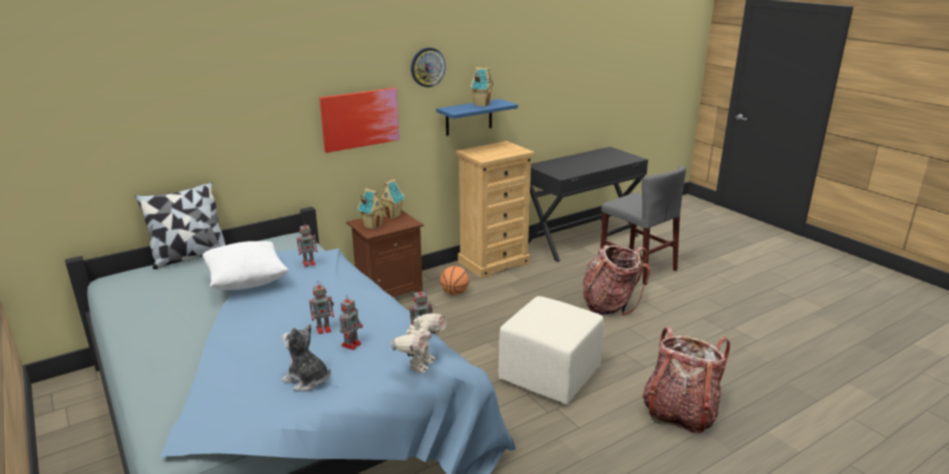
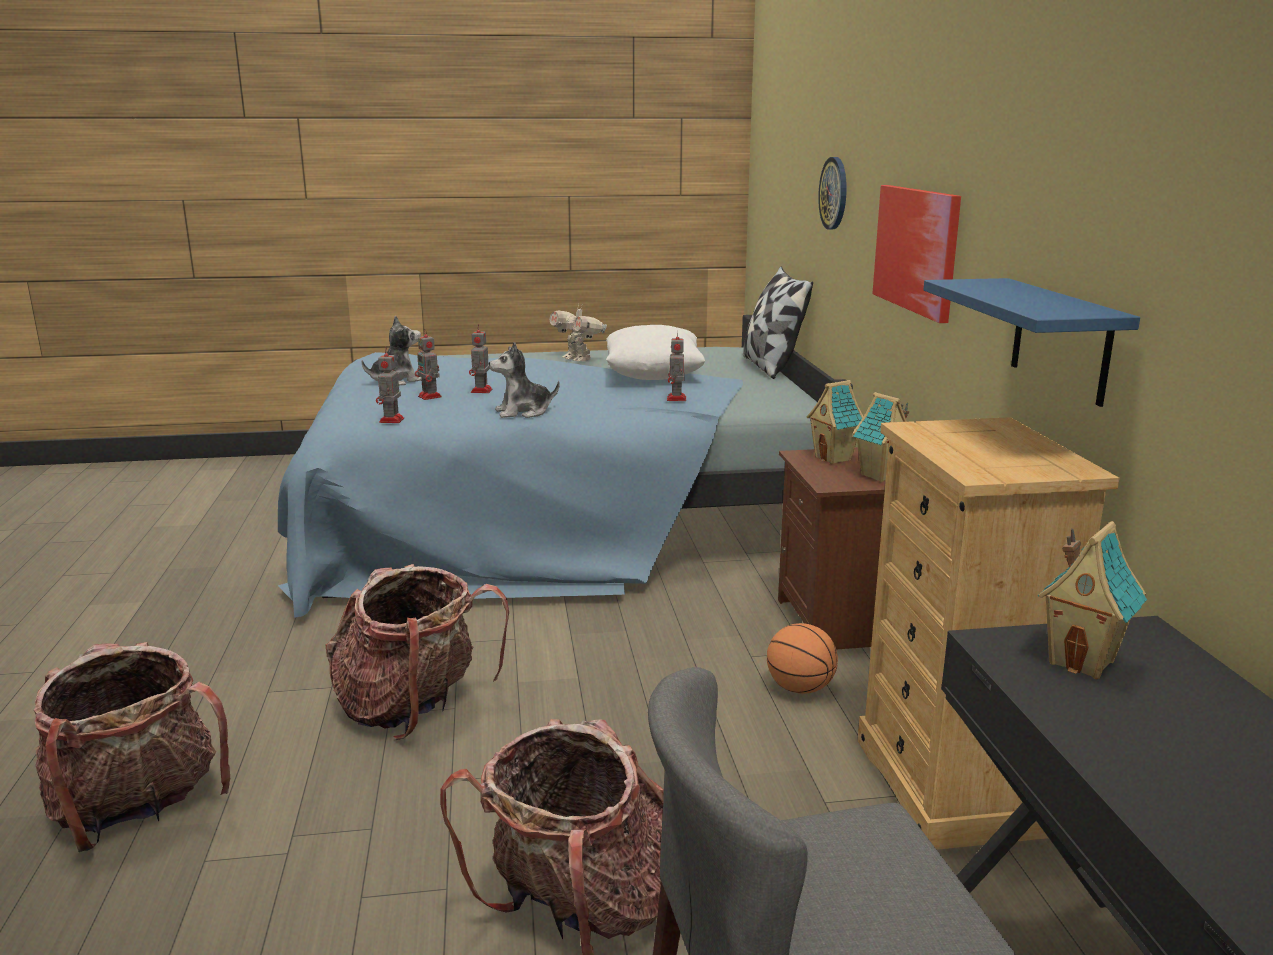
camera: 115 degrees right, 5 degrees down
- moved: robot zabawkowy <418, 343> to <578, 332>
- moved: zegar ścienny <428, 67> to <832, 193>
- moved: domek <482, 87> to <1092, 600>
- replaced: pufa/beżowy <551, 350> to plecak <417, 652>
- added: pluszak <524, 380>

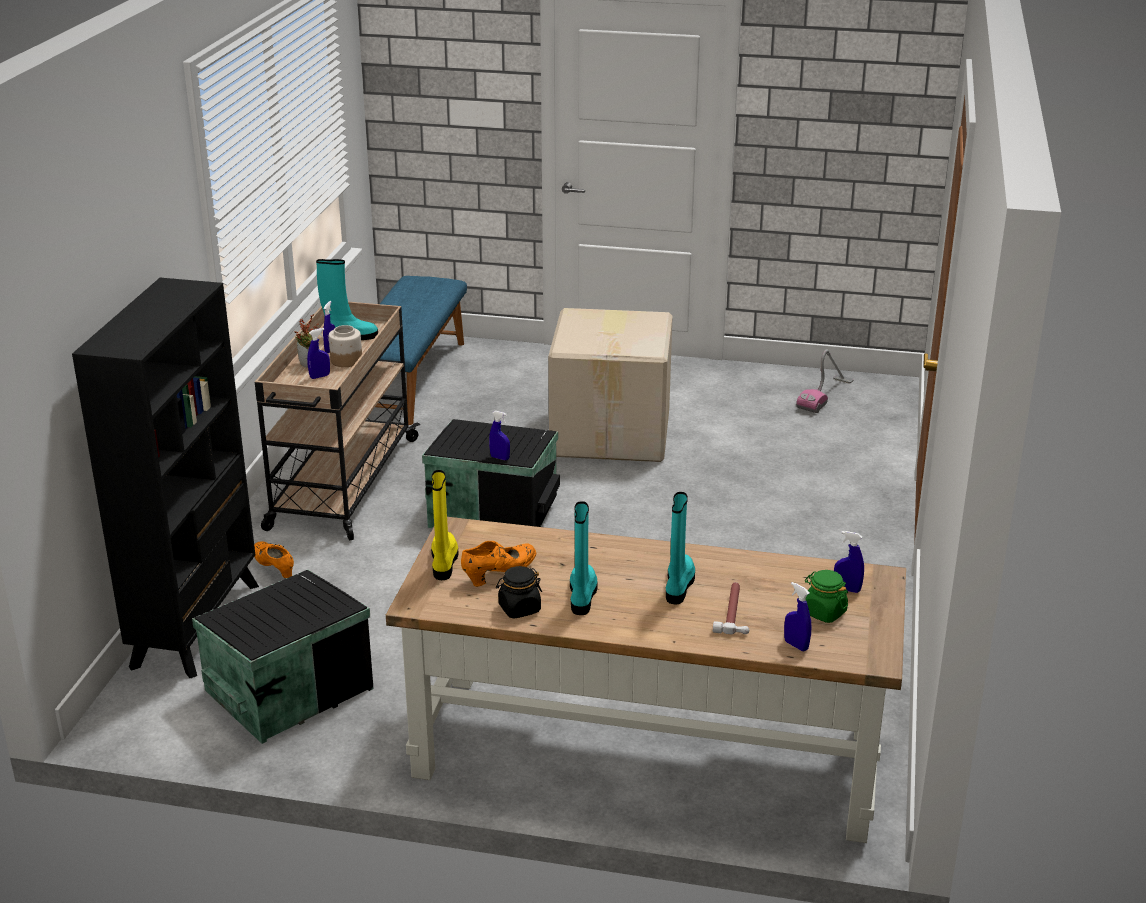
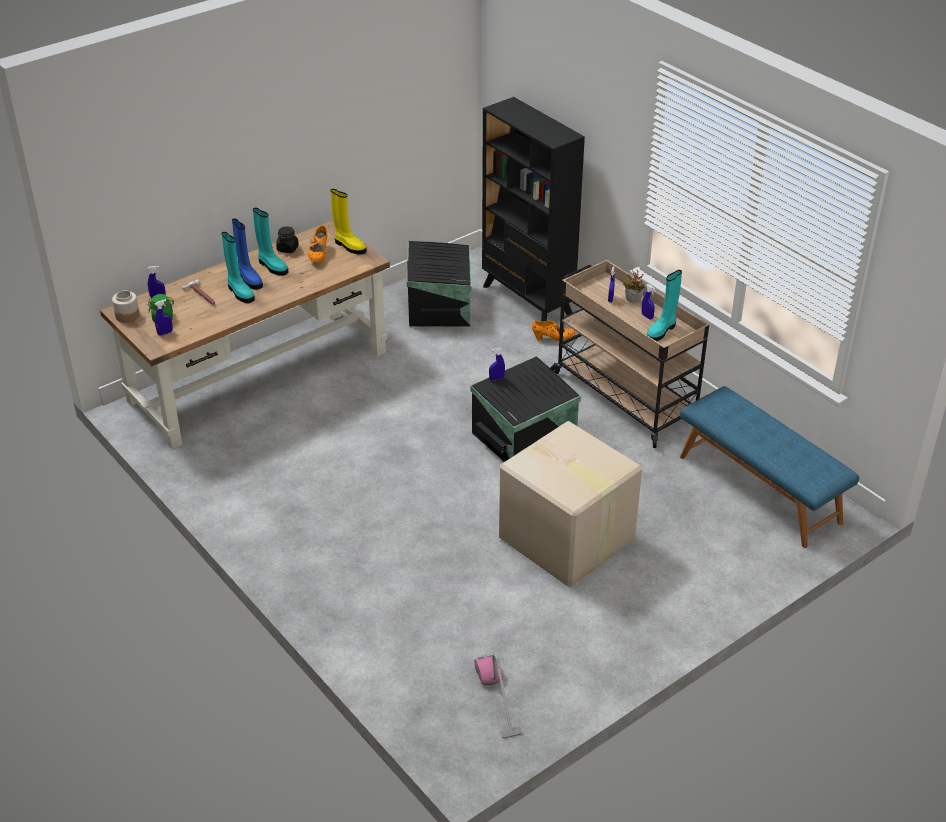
camera: 130 degrees right, 10 degrees up
- moved: słoik <345, 346> to <126, 306>
- added: but z cholewką/niebieski <247, 254>

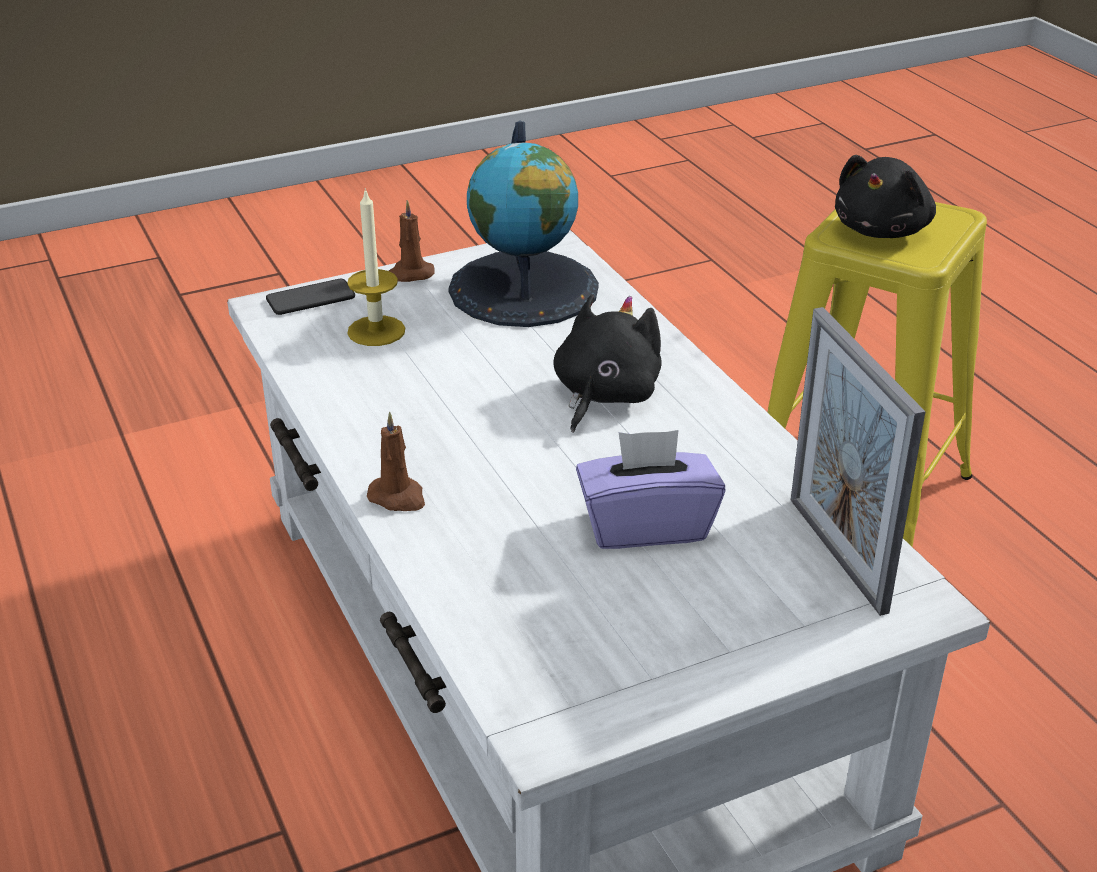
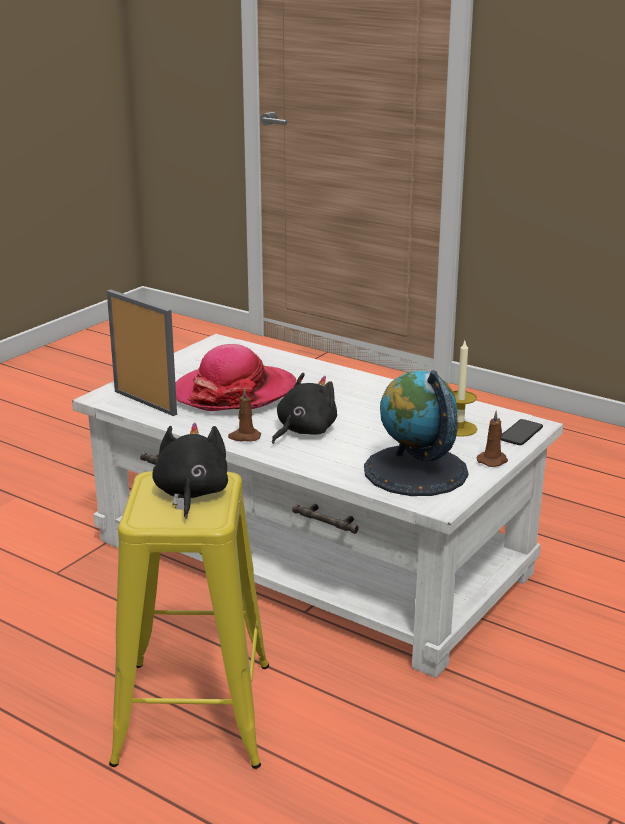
camera: 150 degrees right, 10 degrees down
- moved: świeca/brązowy <396, 461> to <244, 415>
- turned: pluszak/czarny <607, 363> = <304, 408> 135 degrees counterclockwise
- replaced: pudełko chusteczek/fioletowy <651, 489> to kapelusz <235, 377>

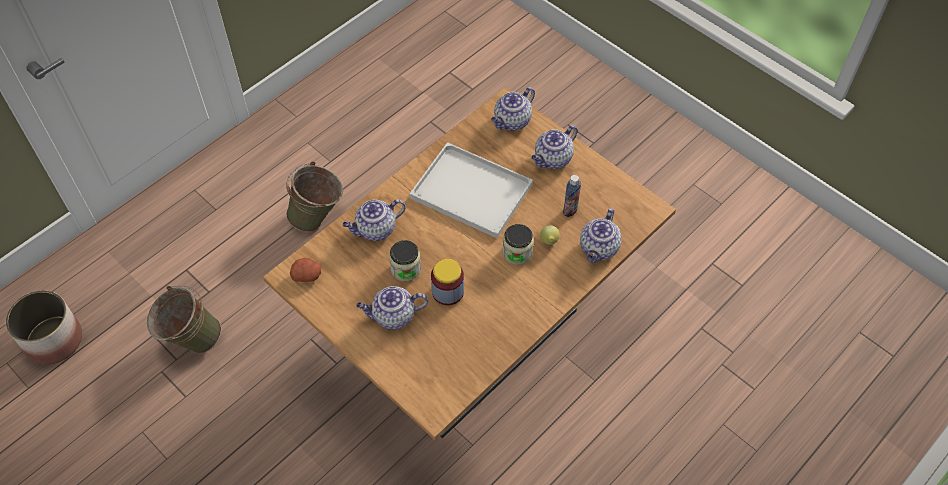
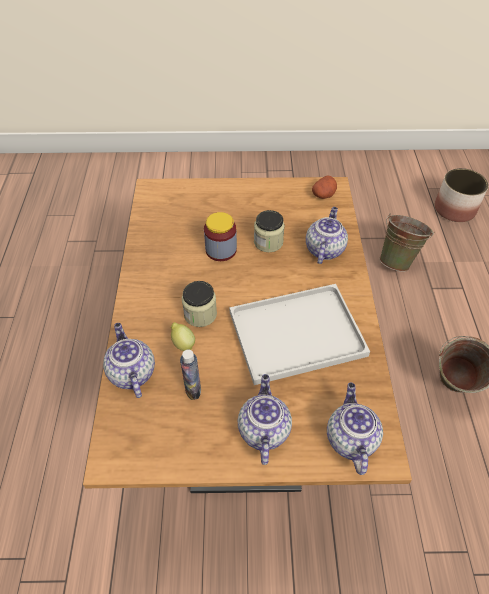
camera: 135 degrees right, 5 degrees down
- removed: imbryk <392, 308>

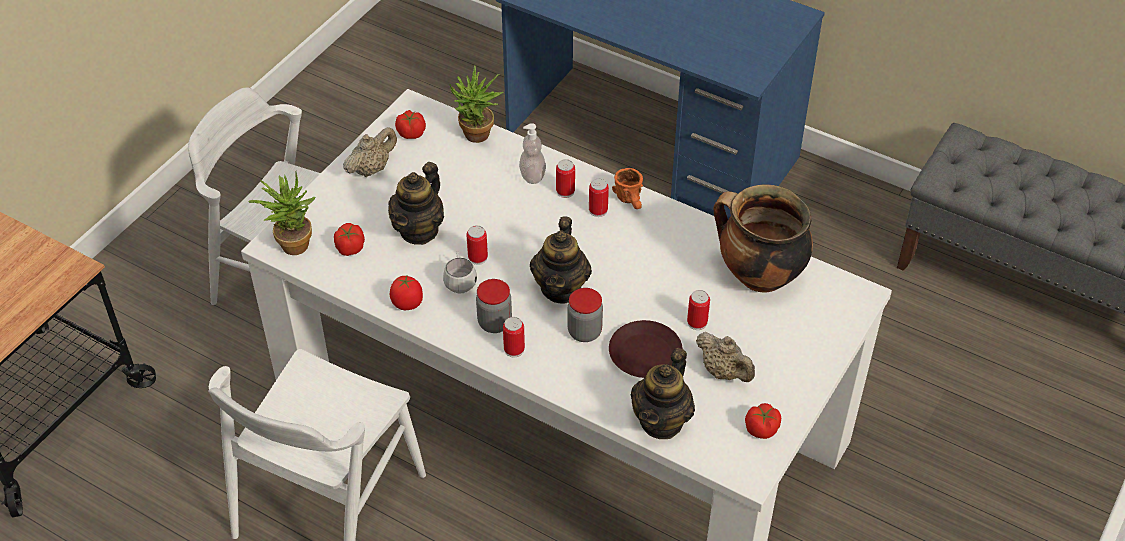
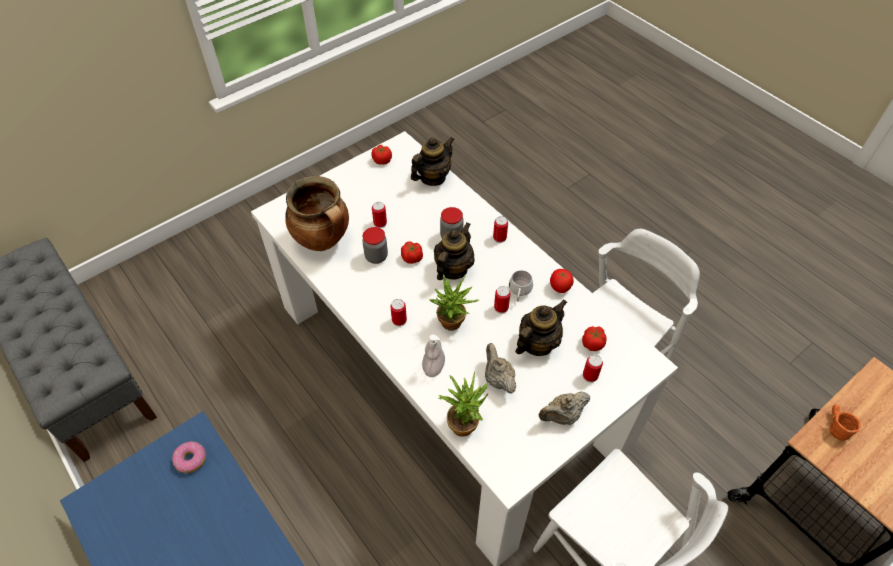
camera: 160 degrees left, 5 degrees up
- moved: roślina doniczkowa <281, 213> to <454, 302>
- moved: pomidor <410, 124> to <412, 252>
- moved: słoik <494, 306> to <375, 245>
- moved: puszka <565, 178> to <593, 369>
- removed: talerz/brązowy <646, 349>
- moved: kubek/pomarańczowy <627, 188> to <845, 422>
- moved: imbryk/beżowy <725, 357> to <500, 368>
- added: donut <189, 457>

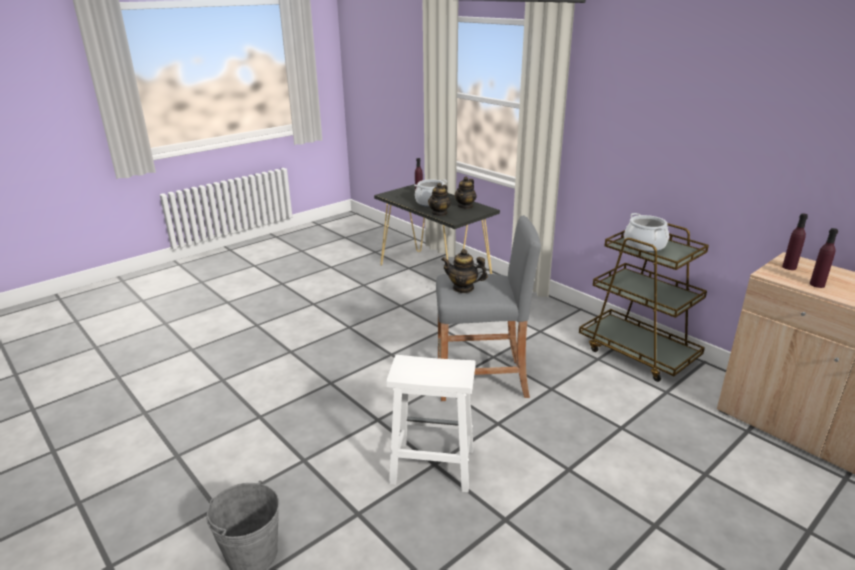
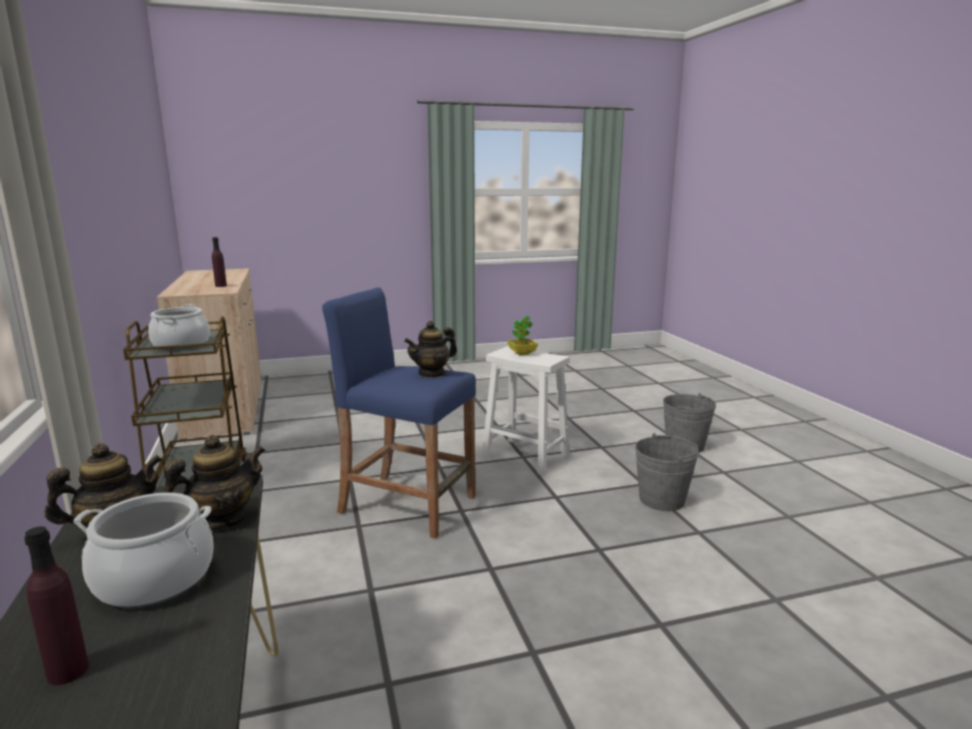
camera: 155 degrees left, 10 degrees down
- recoloured: stołek/szary <488, 308> to stołek/niebieski <399, 413>
- turned: imbryk <464, 271> = <430, 349> 105 degrees clockwise
- removed: butelka/fioletowy <795, 241>
- added: roślina doniczkowa <522, 335>
- added: wiadro/szary <667, 472>

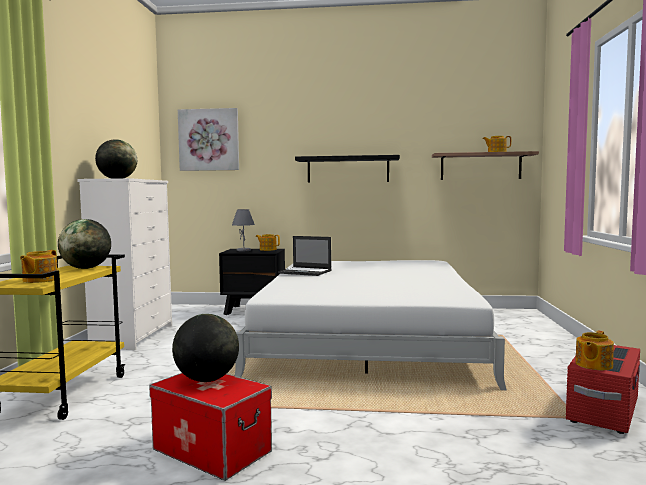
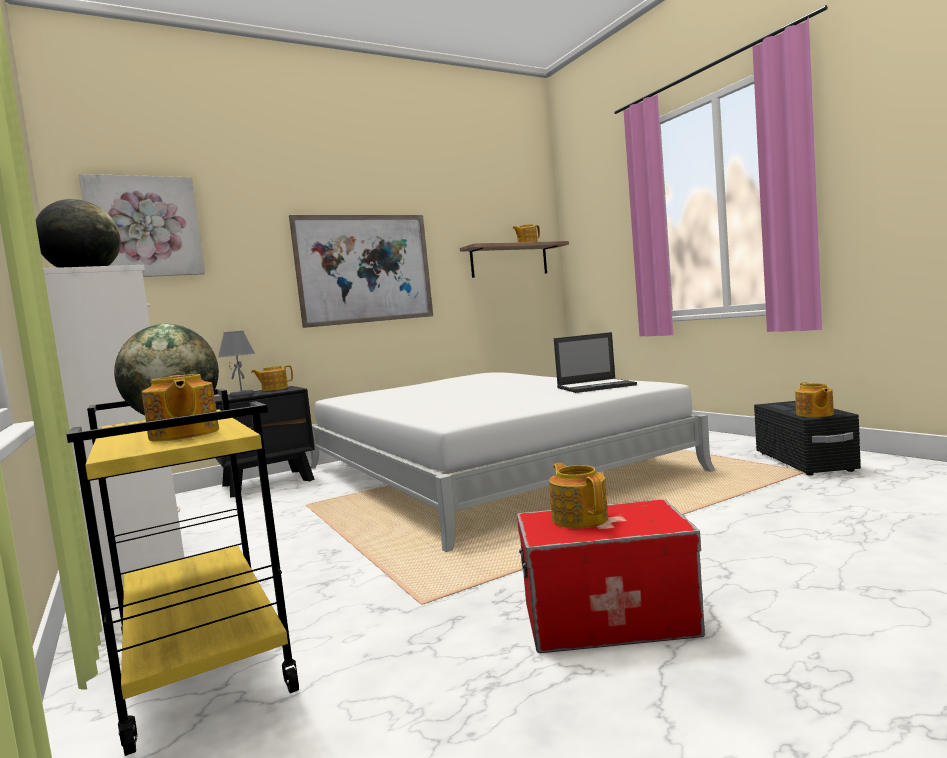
camera: 35 degrees left, 0 degrees up
- replaced: globus <205, 348> to imbryk <578, 496>
- moved: laptop <305, 256> to <595, 362>
- replaced: półka/czarny <347, 169> to obraz <361, 271>
- recoloured: pojemnik do przechowywania/czerwony <603, 389> to pojemnik do przechowywania/czarny <807, 438>

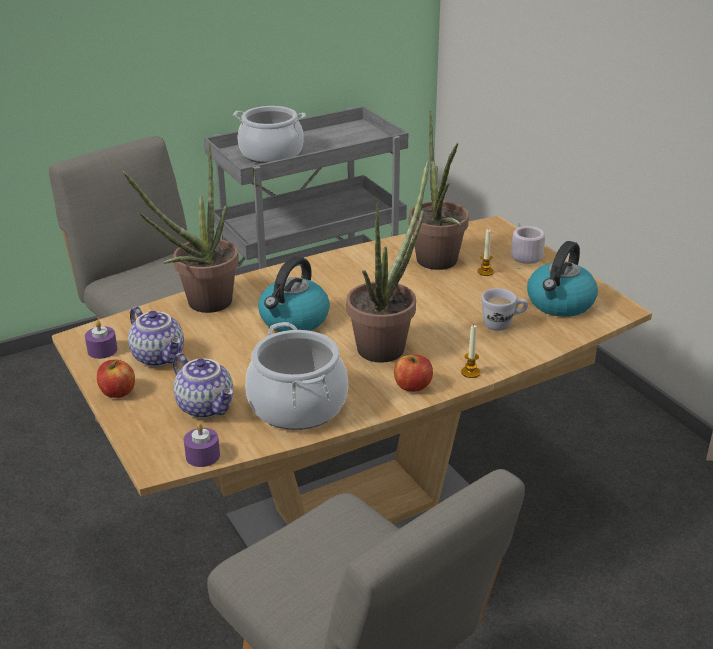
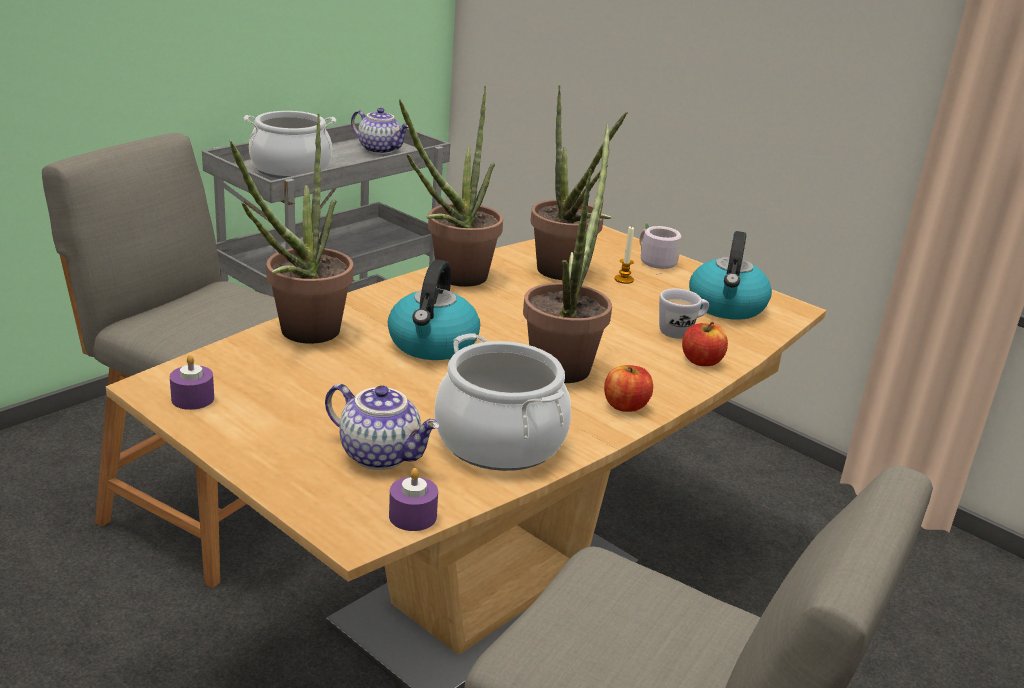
camera: 20 degrees left, 5 degrees down
- moved: jabłko <116, 379> to <705, 344>
- moved: imbryk <156, 336> to <379, 131>
- removed: świeca <470, 351>
- added: roślina doniczkowa <451, 186>

